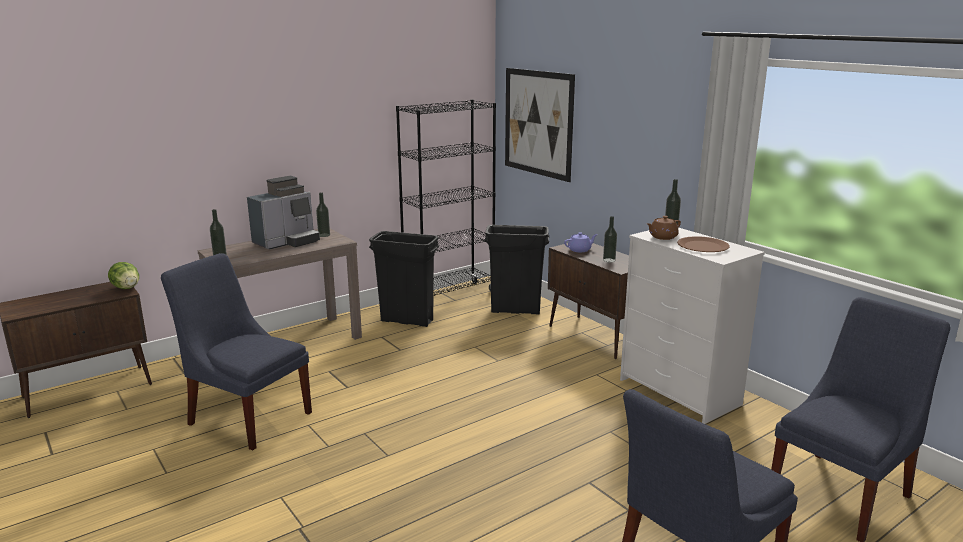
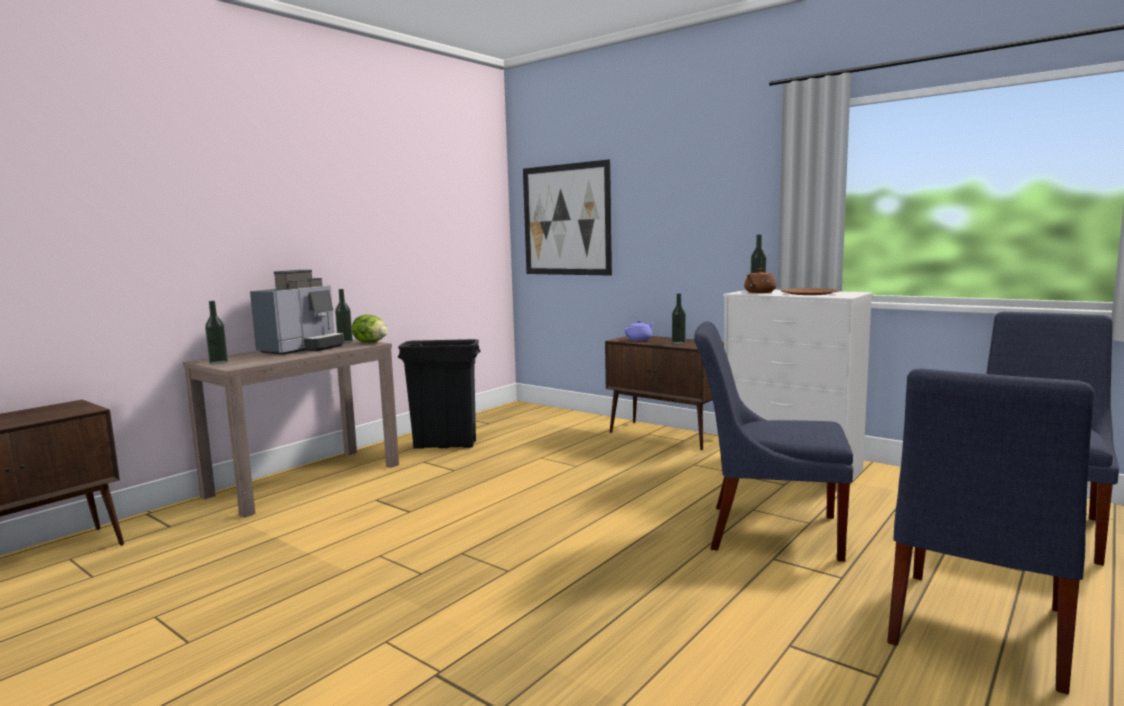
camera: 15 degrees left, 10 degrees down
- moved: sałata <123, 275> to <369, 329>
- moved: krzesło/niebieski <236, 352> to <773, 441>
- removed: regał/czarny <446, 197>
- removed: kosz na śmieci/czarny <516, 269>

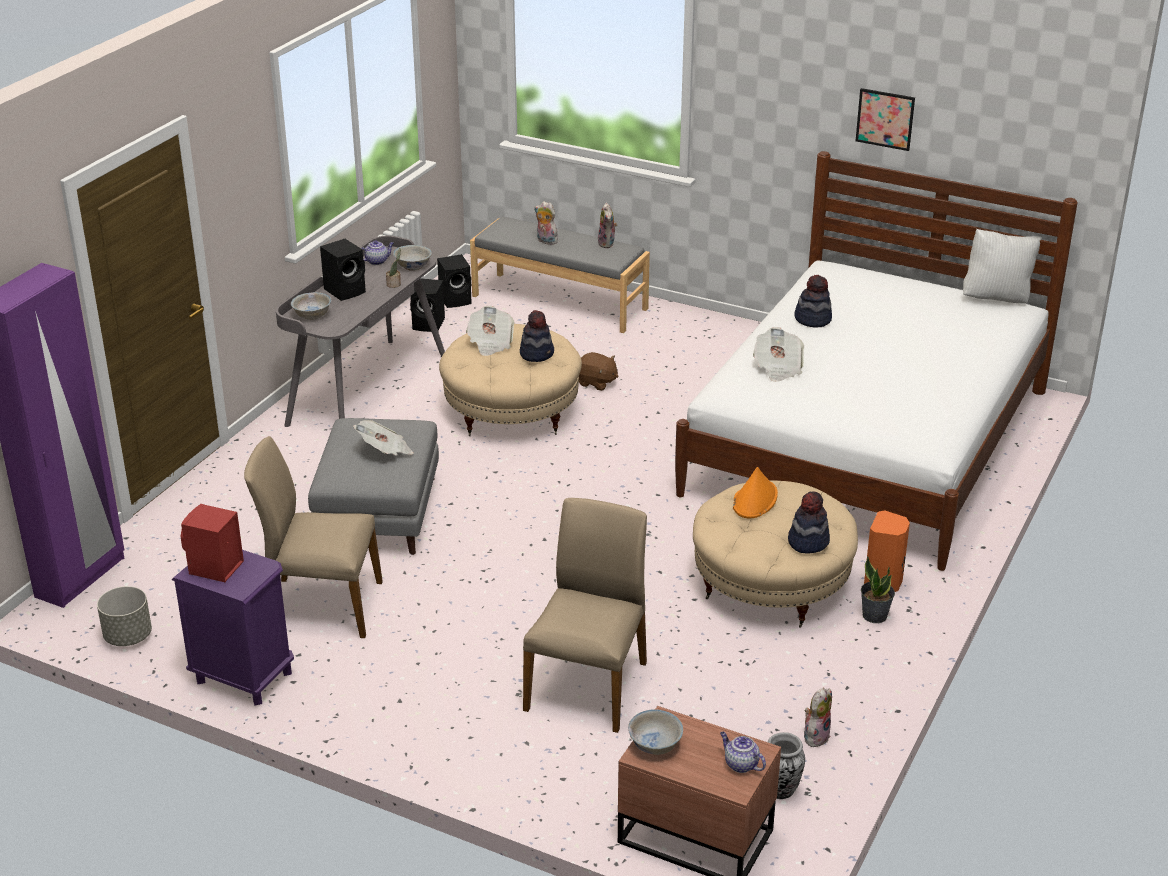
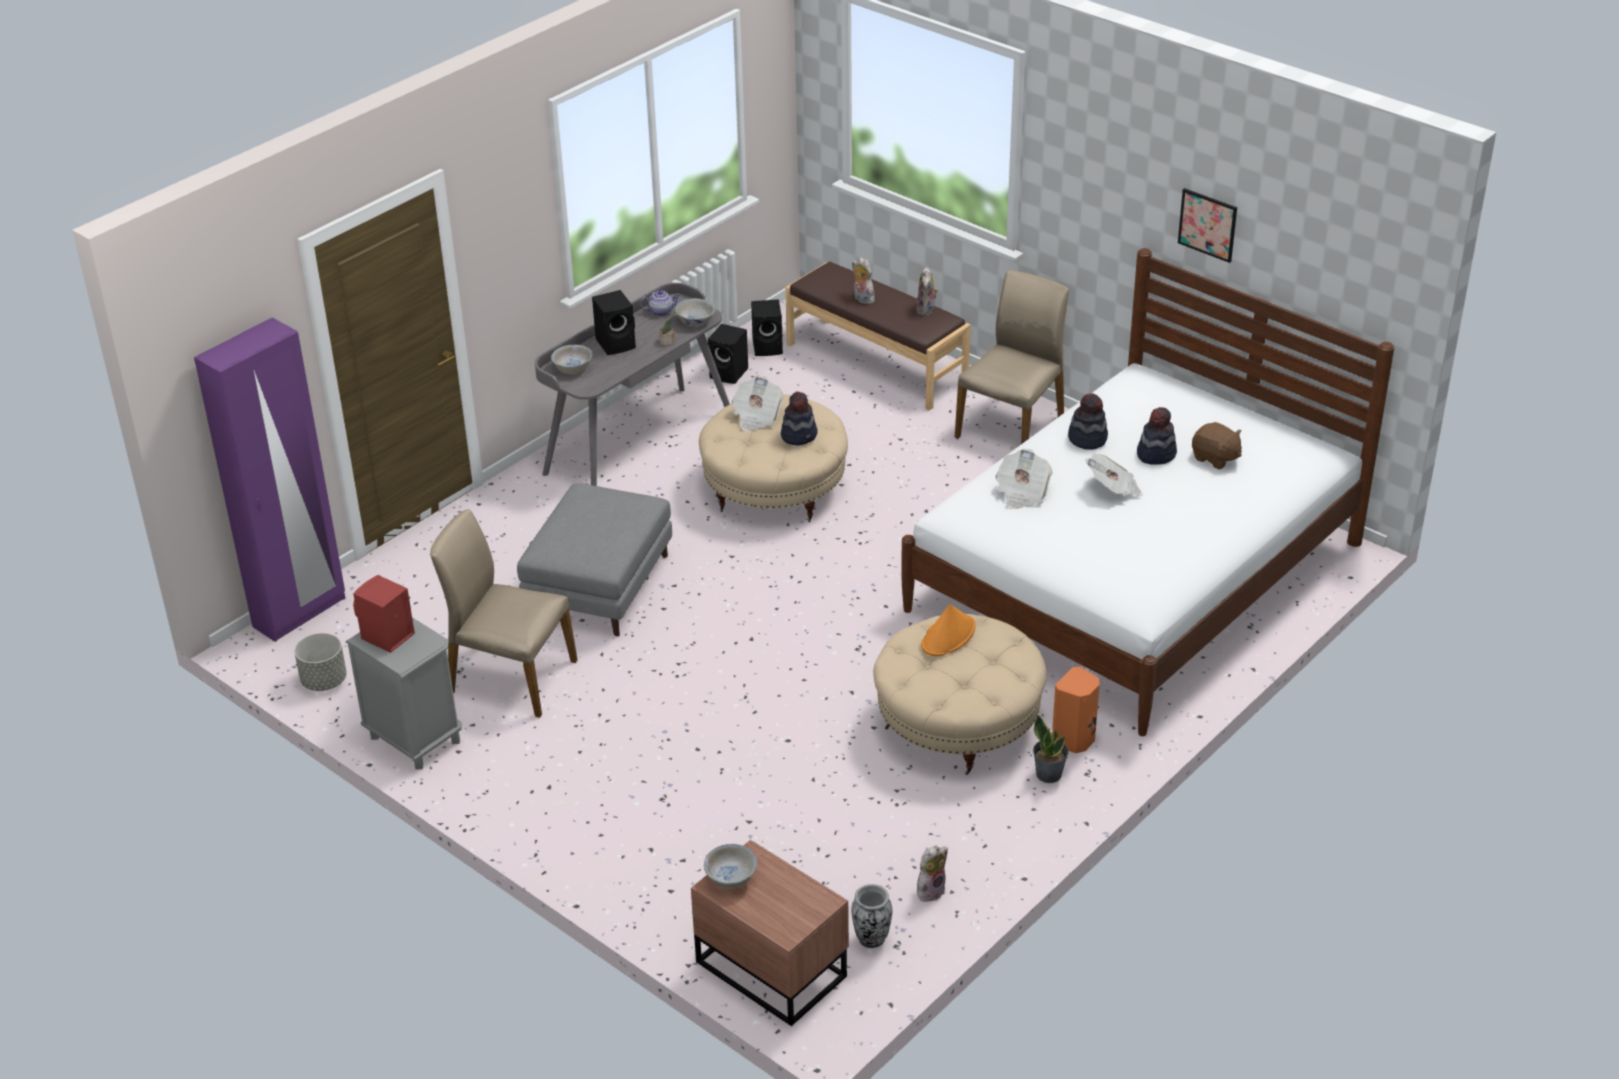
camera: 15 degrees right, 5 degrees up
- recoloured: szafka nocna/fioletowy <233, 627> to szafka nocna/szary <403, 693>
- moved: gazeta <383, 437> to <1114, 475>
- recoloured: ławka/szary <560, 274> to ławka/brązowy <877, 336>
- moved: krzesło/beżowy <585, 615> to <1012, 357>
- moved: pluszak/brązowy <599, 371> to <1217, 445>
- removed: imbryk <743, 752>
- moved: kapelusz <809, 522> to <1157, 436>
- removed: poduszka/biały <1002, 266>

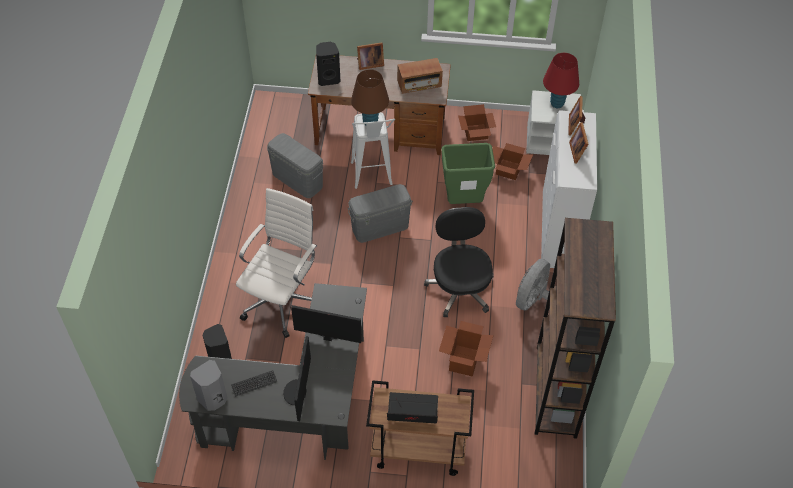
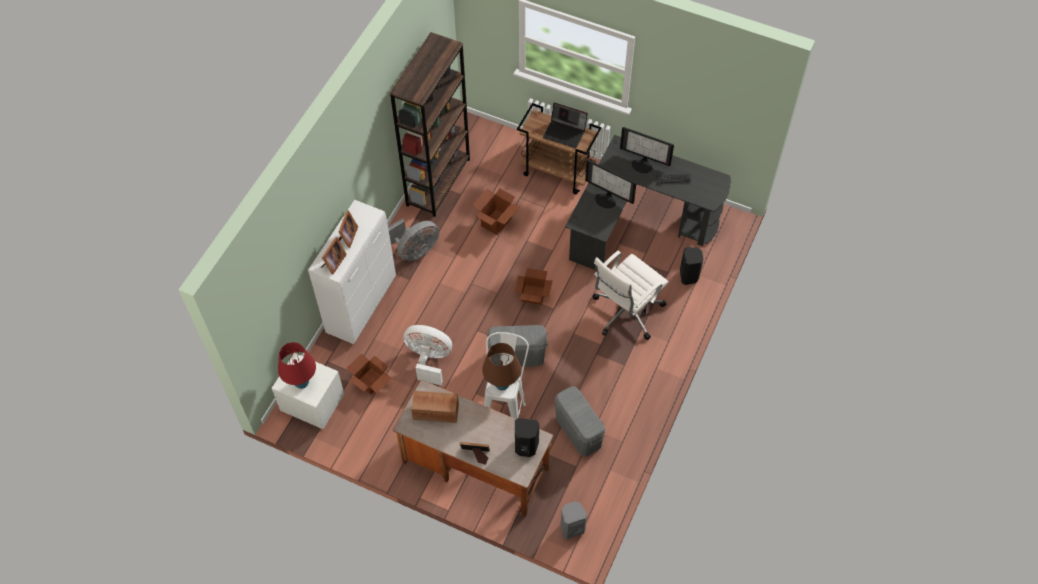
camera: 160 degrees left, 5 degrees up
- moved: głośnik/szary <209, 385> to <574, 520>
- turned: monitor <297, 378> = <647, 150> 90 degrees clockwise
- removed: krzesło biurowe/czarny <459, 262>
- replaced: kosz na śmieci/zielony <468, 173> to wentylator/biały <427, 355>
- moved: karton <477, 122> to <533, 286>

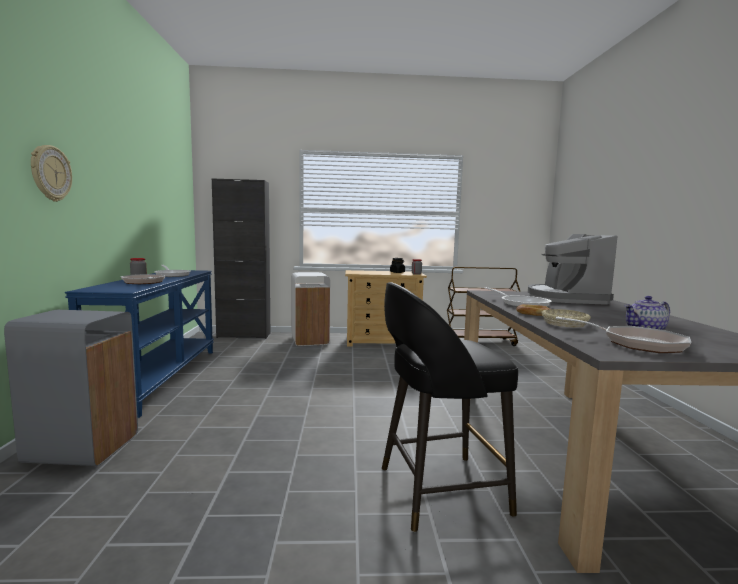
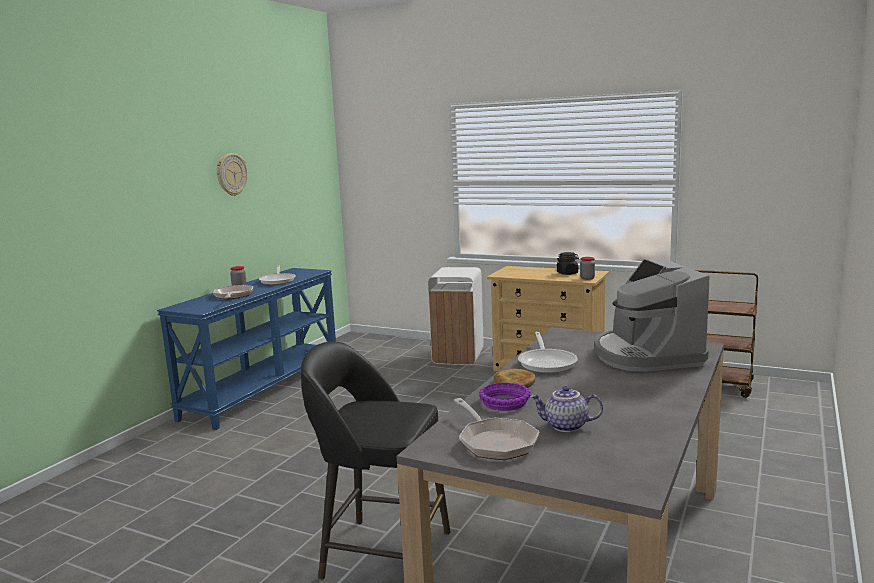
camera: 30 degrees right, 5 degrees up
- removed: kosz na śmieci/szary <71, 388>
- moved: zegar ścienny <51, 173> to <232, 174>
- removed: szafka/czarny <241, 258>
- turned: ekspres do kawy <572, 269> = <651, 315> 45 degrees counterclockwise
- recoloured: miska/beżowy <566, 318> to miska/fioletowy <505, 397>

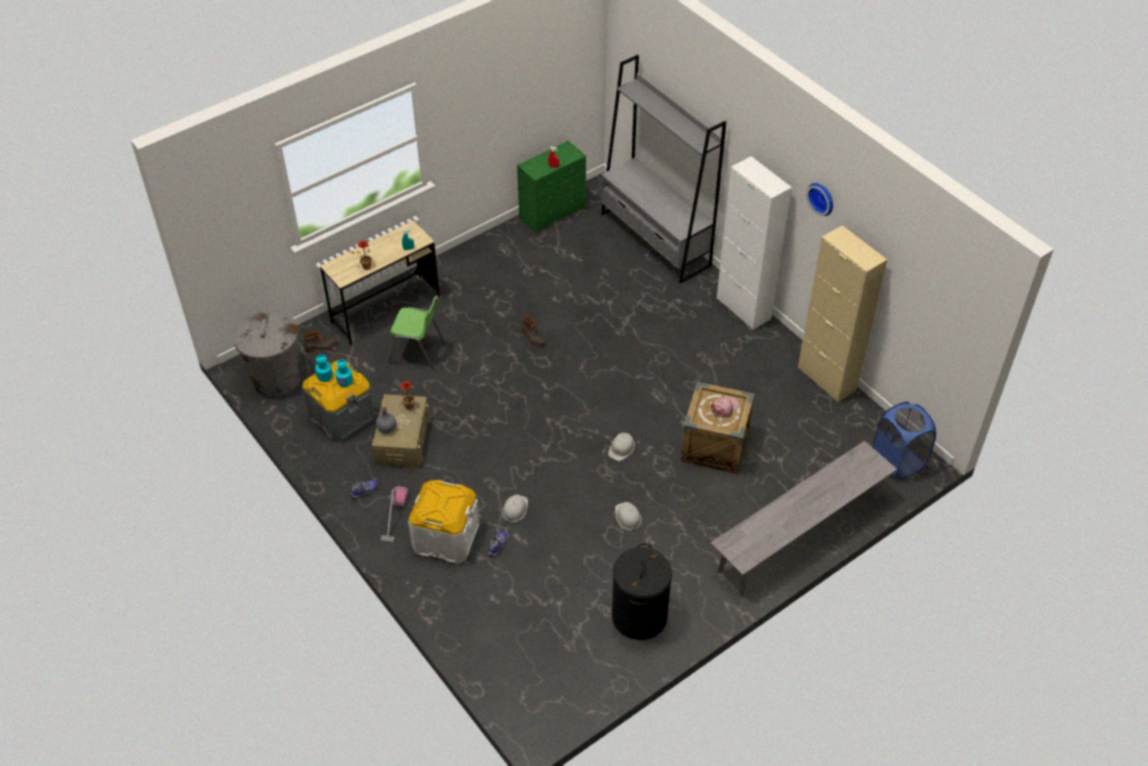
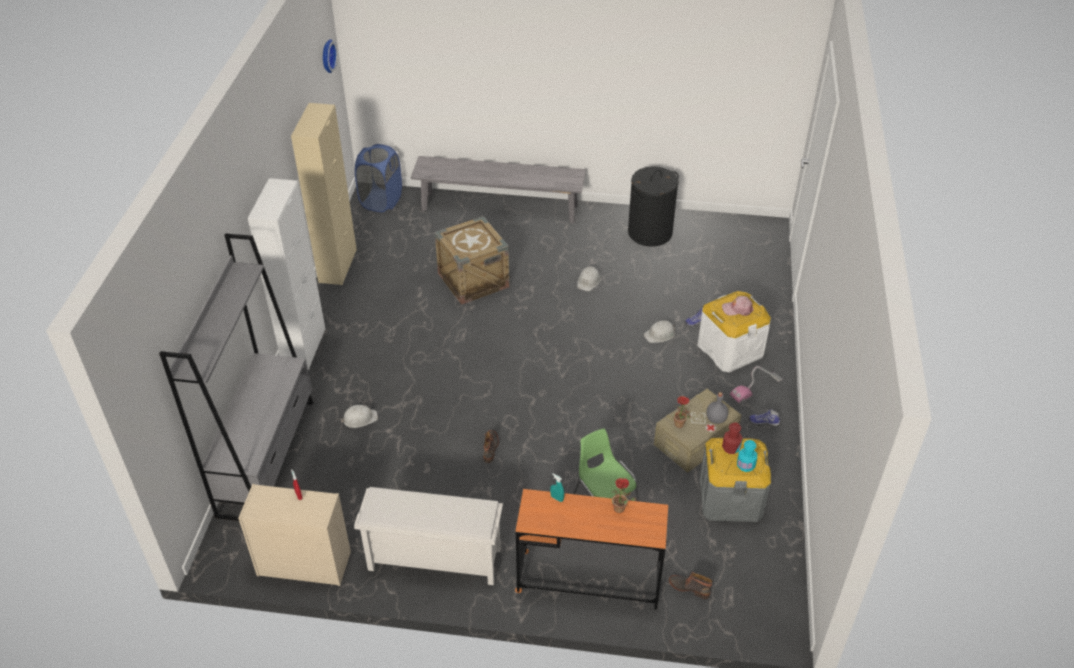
camera: 135 degrees left, 5 degrees down
- removed: kosz na śmieci/szary <266, 353>
- recoloured: biurko/beżowy <380, 283> to biurko/pomarańczowy <591, 549>
- recoloured: butelka/turkusowy <344, 373> to butelka/czerwony <732, 438>
- recoloured: komoda/zielony <551, 187> to komoda/beżowy <294, 535>
- moved: kask/biały <621, 447> to <359, 416>
- moved: czapka z daszkiem/różowy <725, 407> to <738, 306>
- moved: zegar ścienny <819, 199> to <330, 56>
- added: regał na buty/biały <428, 536>

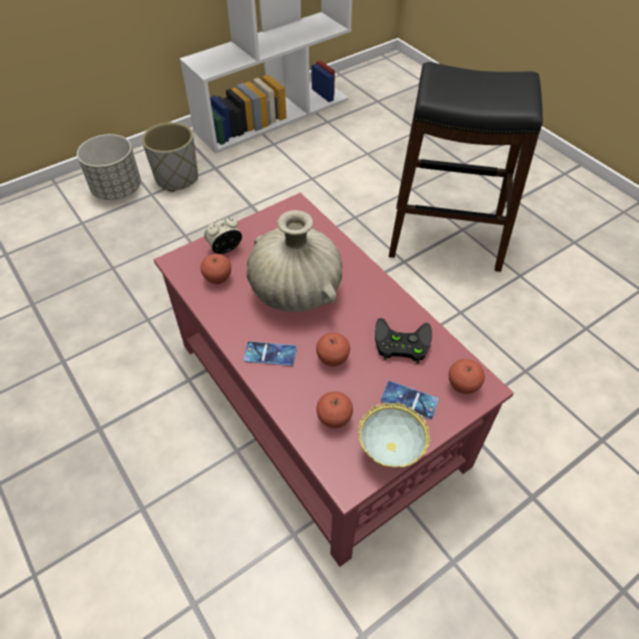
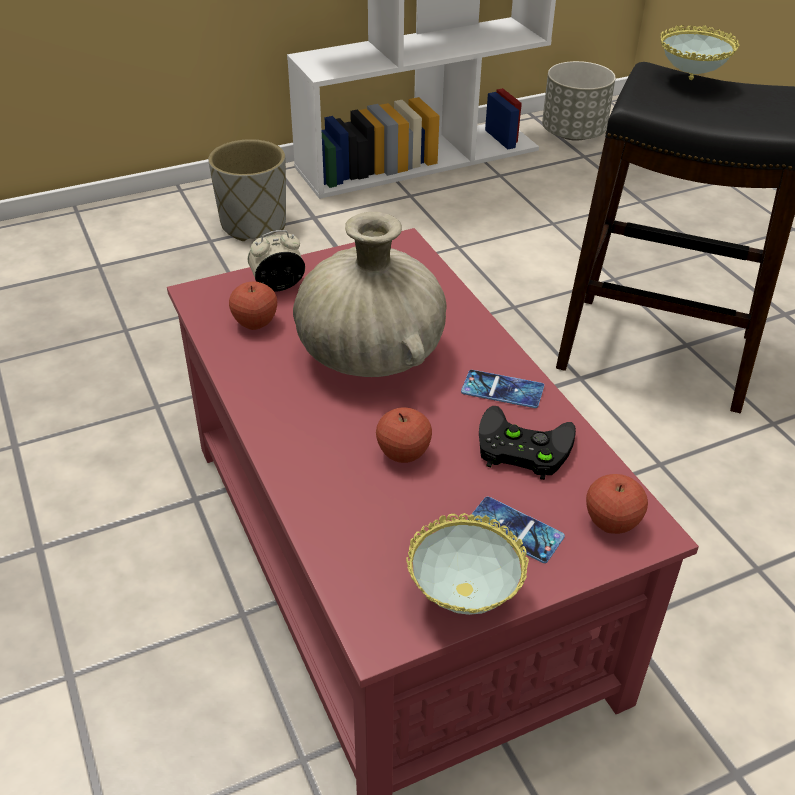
camera: 10 degrees right, 10 degrees down
- moved: donica/szary <109, 167> to <579, 101>
- moved: telefon <270, 353> to <502, 389>
- removed: jabłko <334, 410>
- added: miska <700, 52>

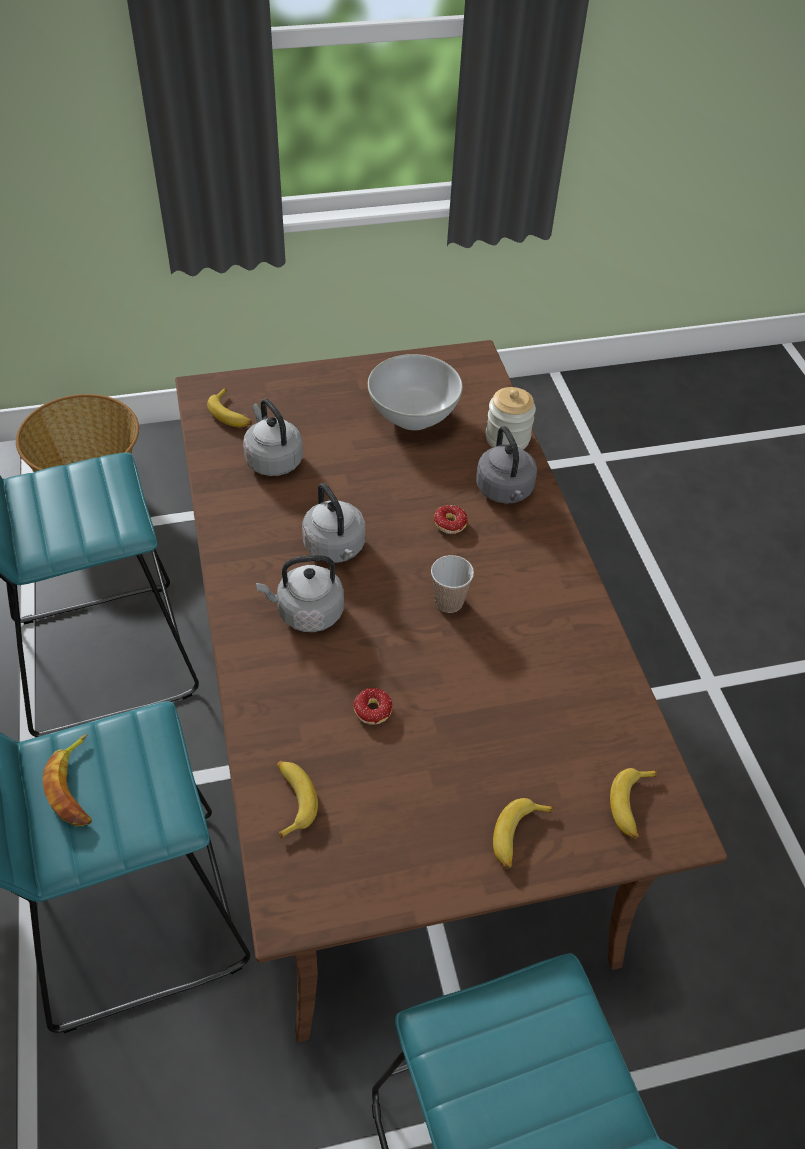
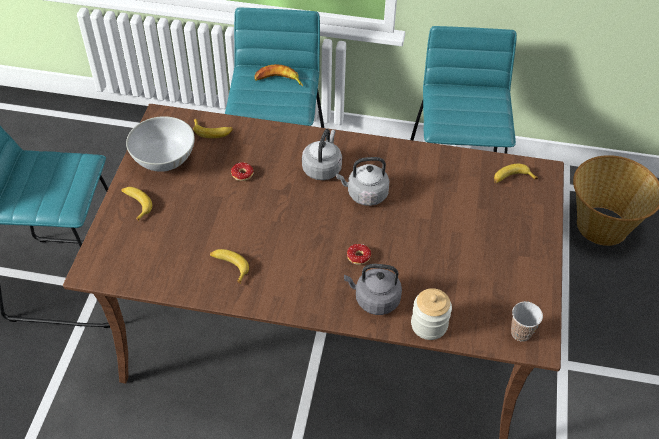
camera: 115 degrees right, 0 degrees up
- removed: czajnik/szary <273, 437>
- moved: miska/biały <415, 392> to <160, 144>
- moved: filiżanka <452, 584> to <527, 322>
- moved: banan <633, 804> to <229, 266>

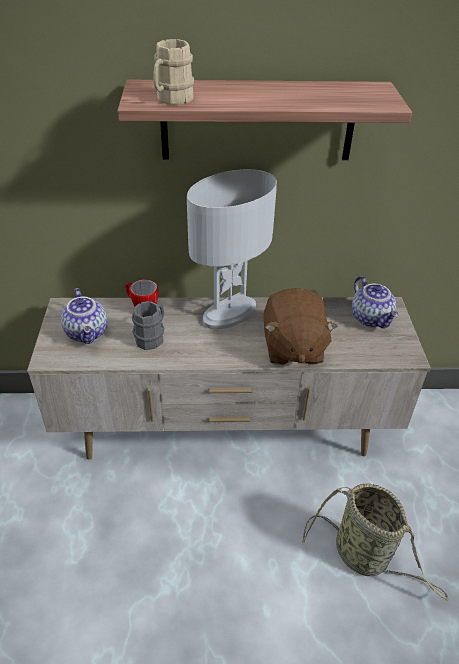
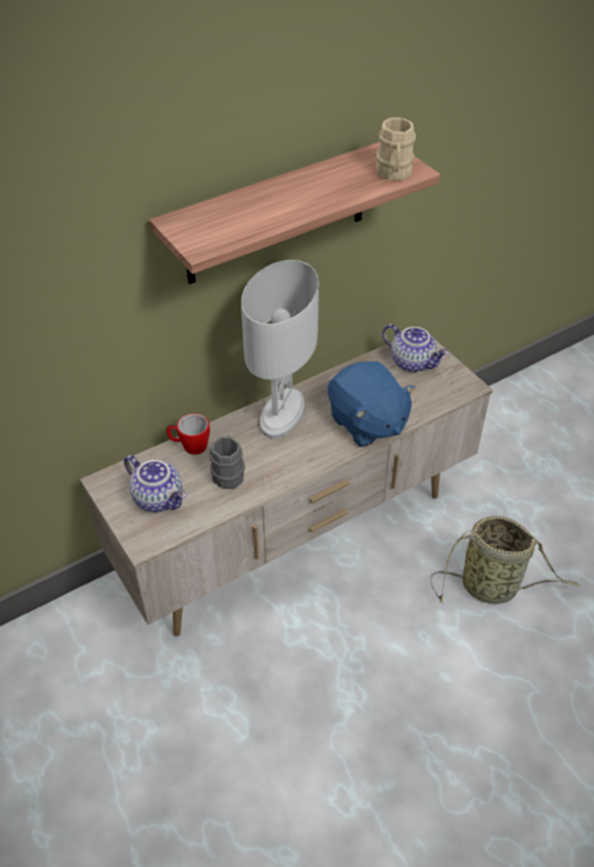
camera: 30 degrees left, 5 degrees up
- moved: kubek/beżowy <173, 72> to <396, 149>
- recoloured: pluszak/brązowy <301, 326> to pluszak/niebieski <371, 404>

